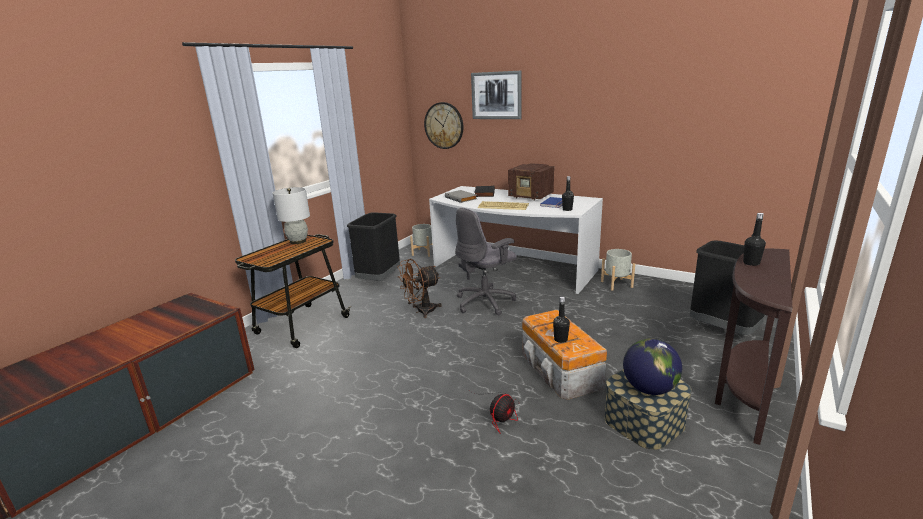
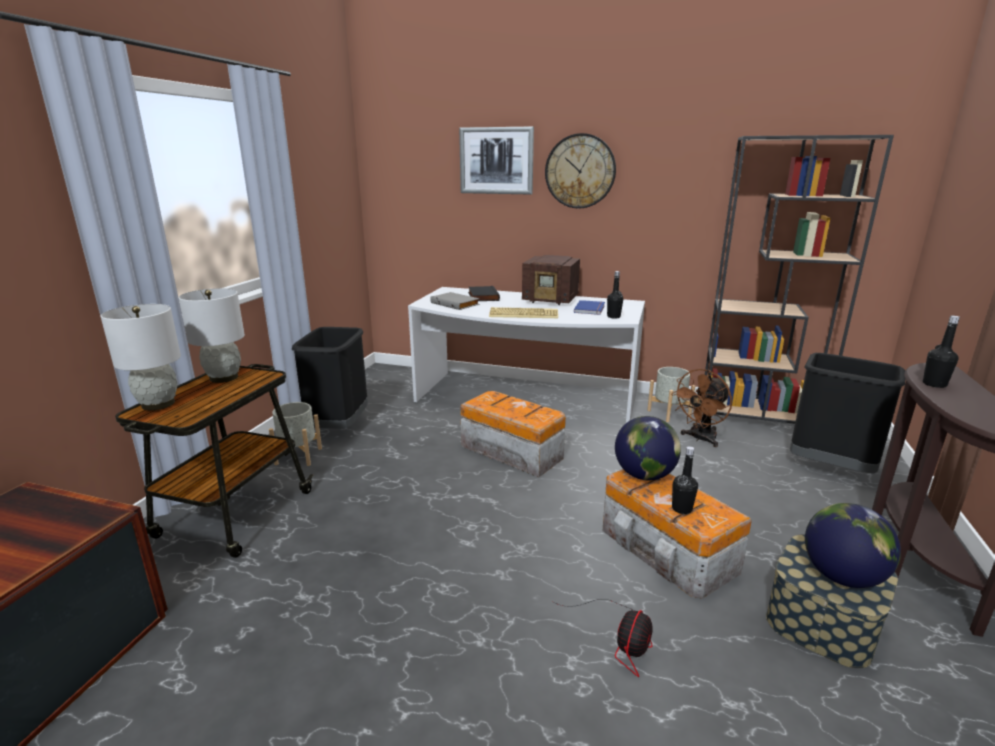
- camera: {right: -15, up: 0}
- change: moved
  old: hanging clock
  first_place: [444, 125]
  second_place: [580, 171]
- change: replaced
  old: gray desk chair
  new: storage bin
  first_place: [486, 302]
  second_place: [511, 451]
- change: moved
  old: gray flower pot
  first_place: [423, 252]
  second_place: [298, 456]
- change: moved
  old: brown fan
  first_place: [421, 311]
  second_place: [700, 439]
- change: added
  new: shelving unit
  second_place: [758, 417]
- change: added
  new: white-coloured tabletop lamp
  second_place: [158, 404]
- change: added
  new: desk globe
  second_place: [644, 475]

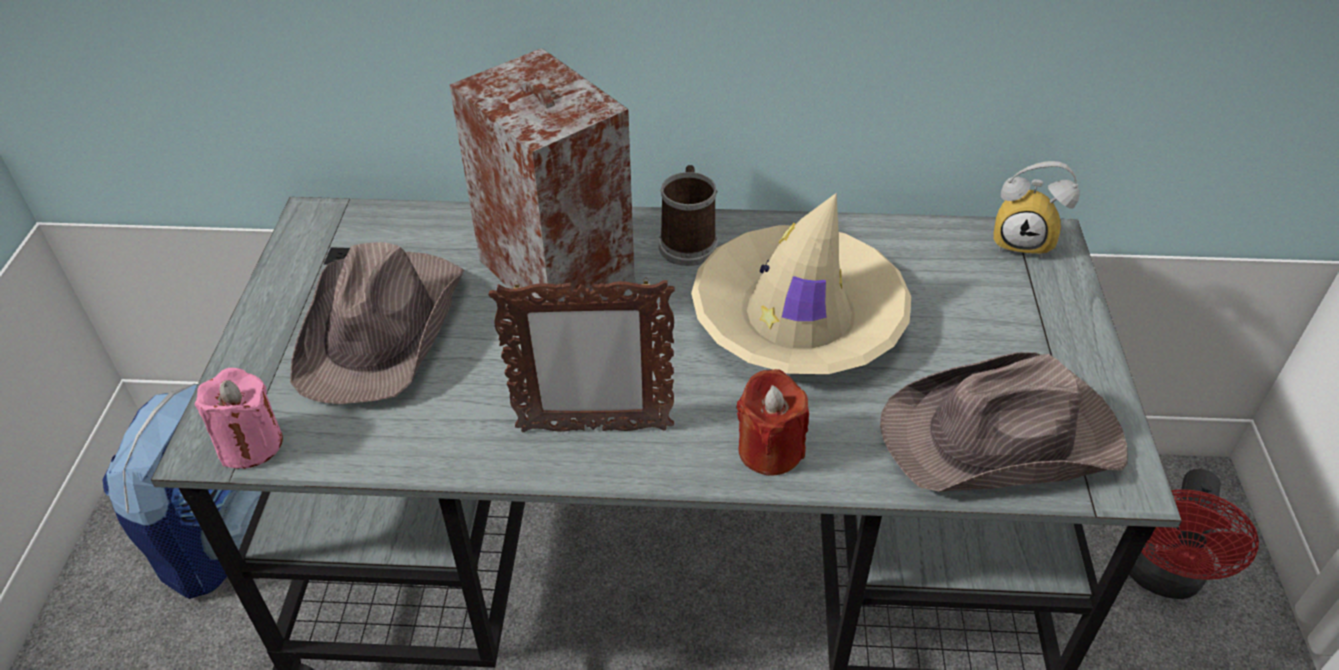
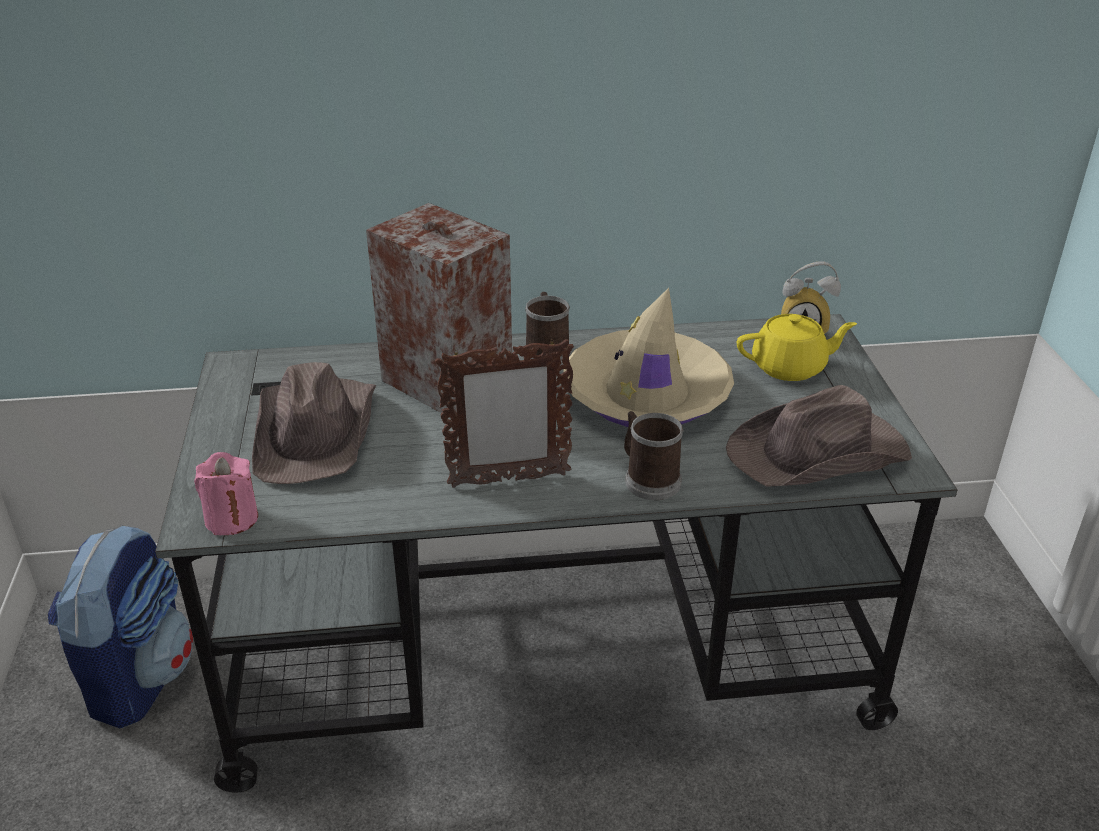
- camera: {right: -10, up: -10}
- change: replaced
  old: reddish wax candle
  new: tea mug
  first_place: [769, 450]
  second_place: [648, 479]
- change: removed
  old: reddish fan
  first_place: [1161, 577]
- change: added
  new: yellow teapot
  second_place: [790, 367]

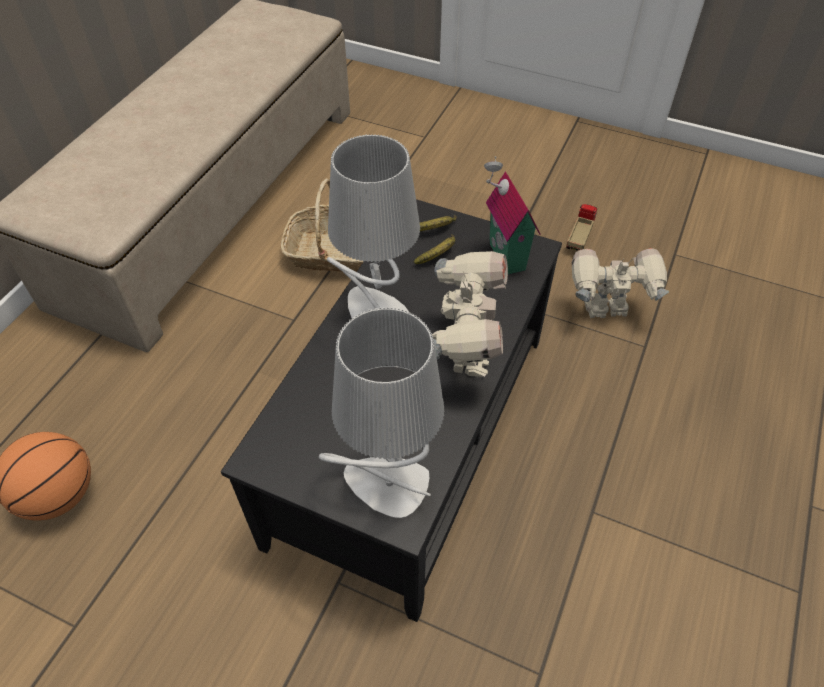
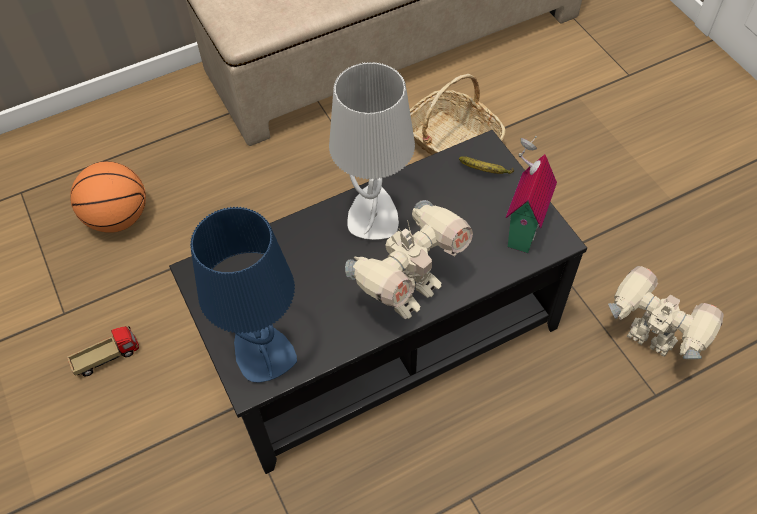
- camera: {right: 40, up: 5}
- change: moved
  old: toy lorry
  first_place: [579, 237]
  second_place: [107, 357]
- change: removed
  old: banana fruit
  first_place: [438, 254]
- change: recoloured
  old: gray tabletop lamp
  new: blue tabletop lamp
  first_place: [386, 485]
  second_place: [261, 351]

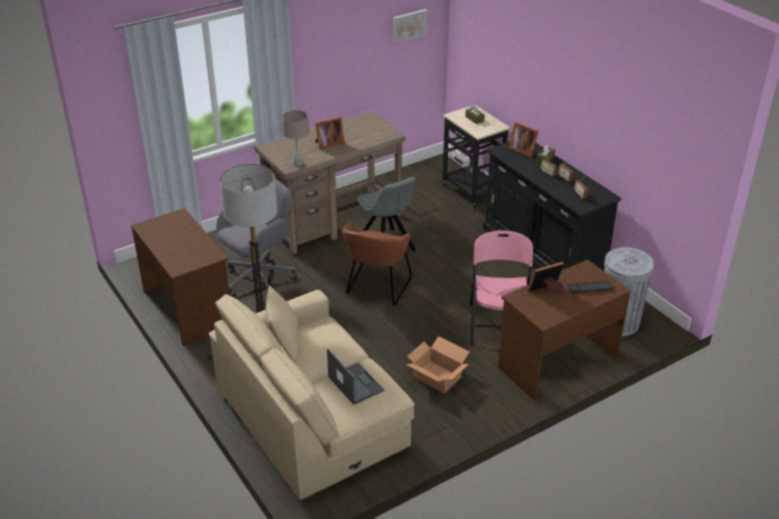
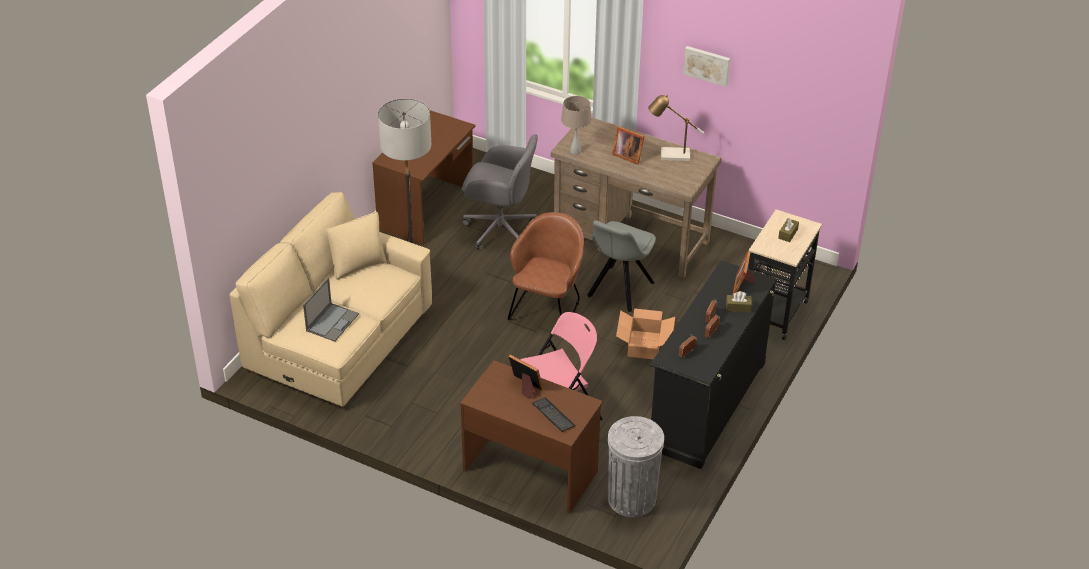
- camera: {right: 60, up: 5}
- change: moved
  old: picture
  first_place: [409, 25]
  second_place: [707, 65]
- change: turned
  old: brown easy chair
  first_place: [376, 288]
  second_place: [547, 308]
  degrees: 120
- change: moved
  old: packing box
  first_place: [437, 377]
  second_place: [643, 345]
- change: added
  new: tabletop lamp
  second_place: [670, 155]

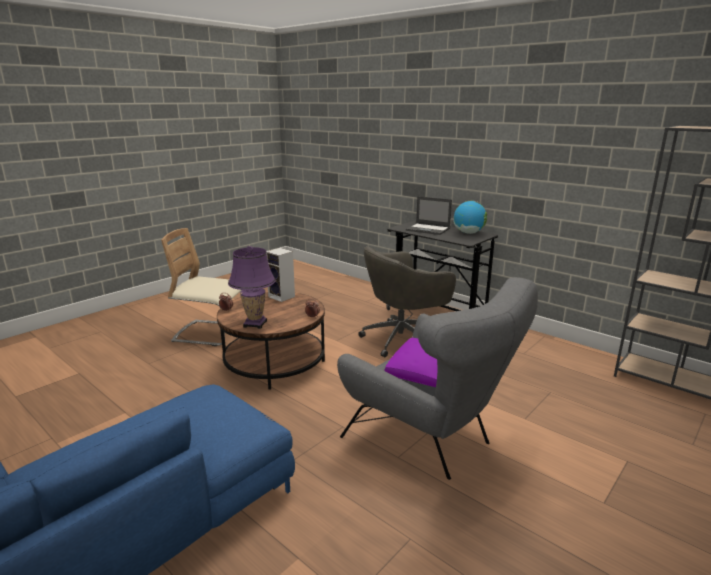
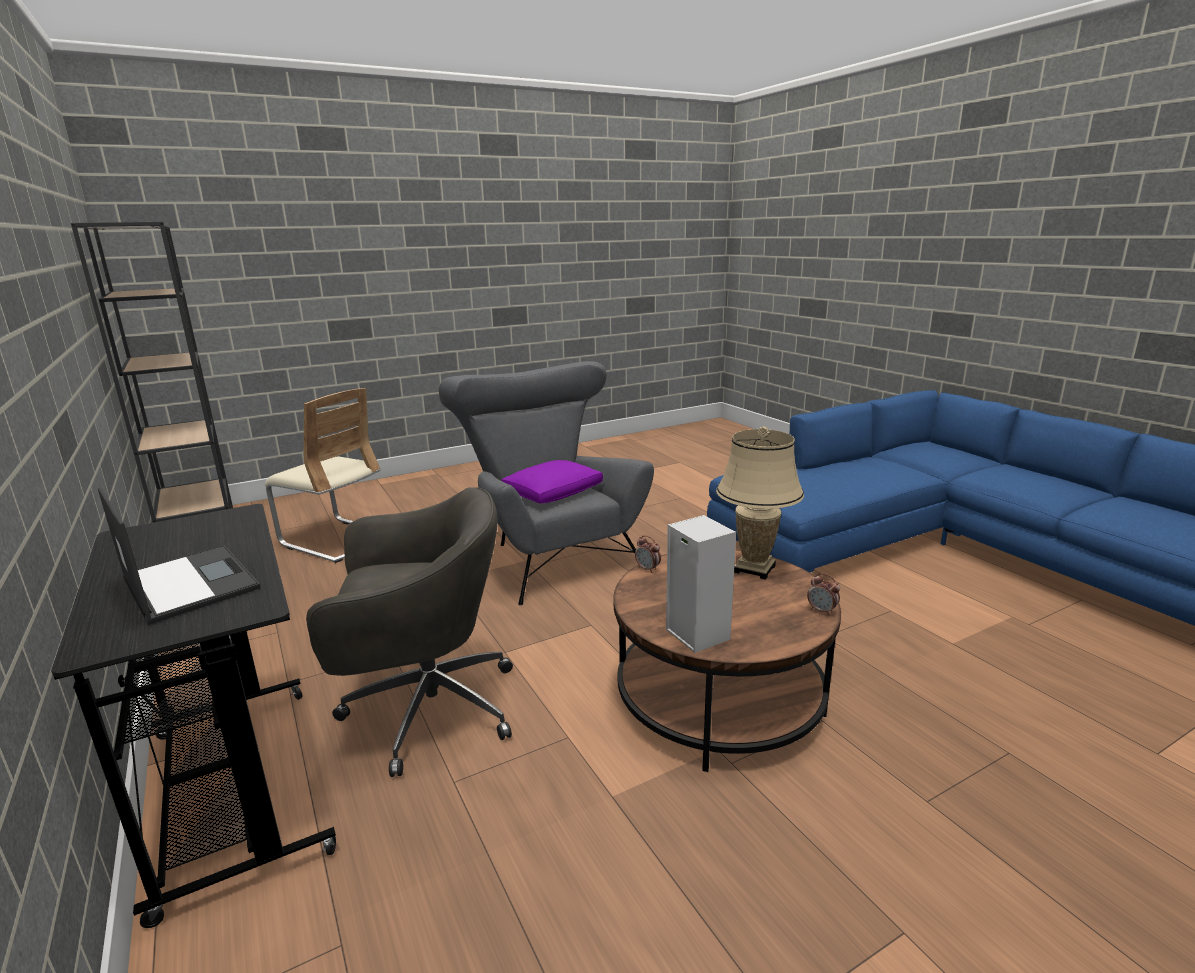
- camera: {right: -160, up: 0}
- change: removed
  old: desk globe
  first_place: [469, 233]
- change: moved
  old: beige plain chair
  first_place: [209, 333]
  second_place: [336, 540]
- change: recoloured
  old: purple-coloured tabletop lamp
  new: beige tabletop lamp
  first_place: [255, 324]
  second_place: [754, 569]

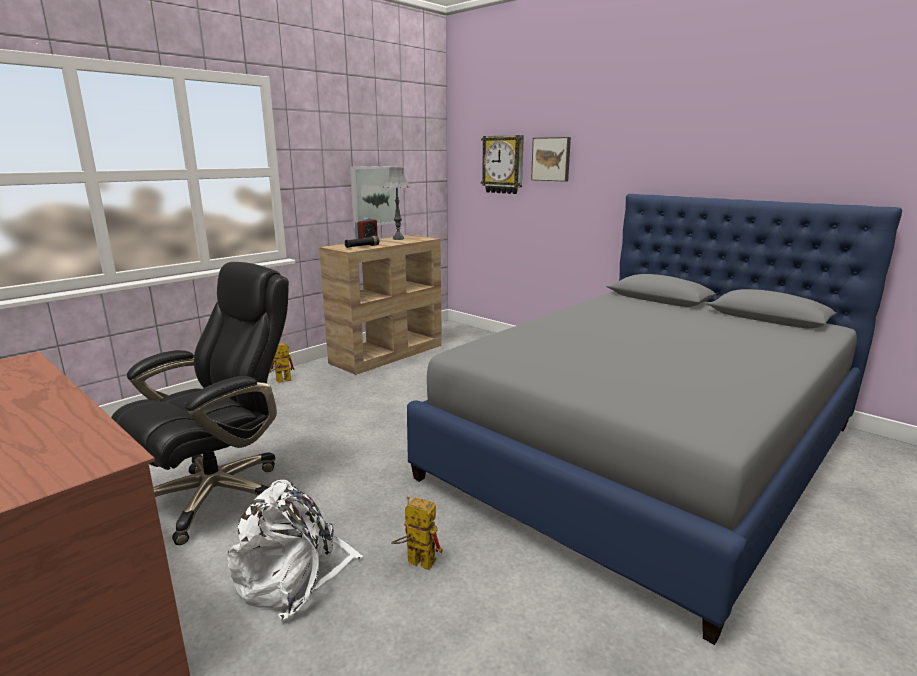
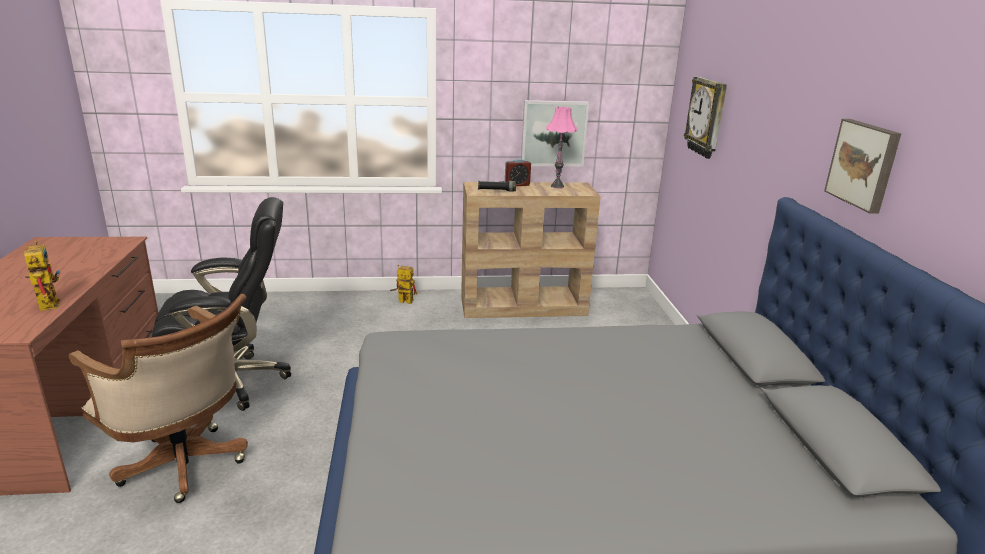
- camera: {right: 40, up: 5}
- change: moved
  old: picture
  first_place: [551, 159]
  second_place: [864, 164]
- change: recoloured
  old: gray tabletop lamp
  new: pink tabletop lamp
  first_place: [398, 239]
  second_place: [557, 187]
- change: replaced
  old: white-coloured backpack
  new: desk chair
  first_place: [294, 576]
  second_place: [187, 466]
- change: moved
  old: model robot
  first_place: [415, 561]
  second_place: [47, 303]

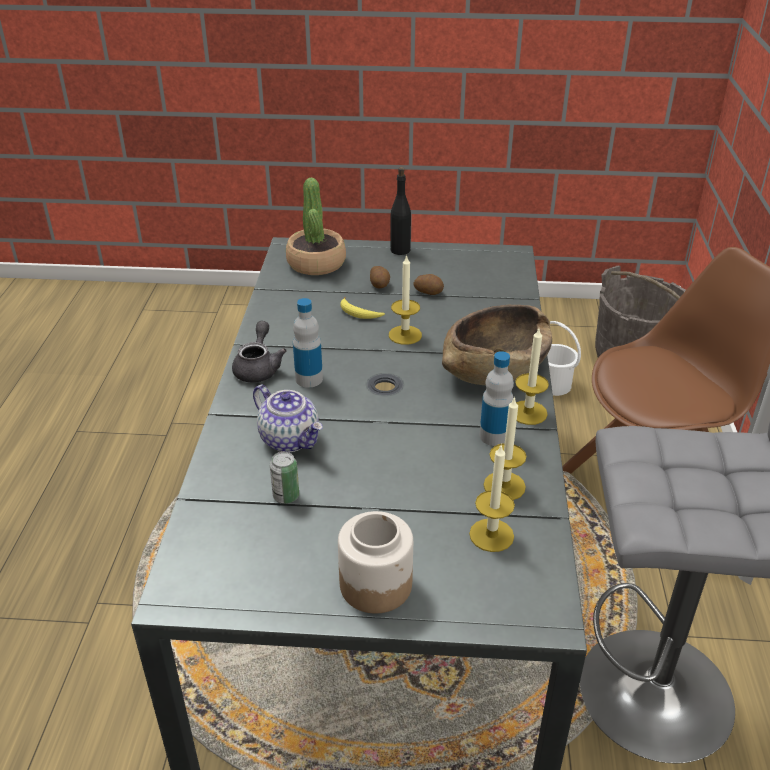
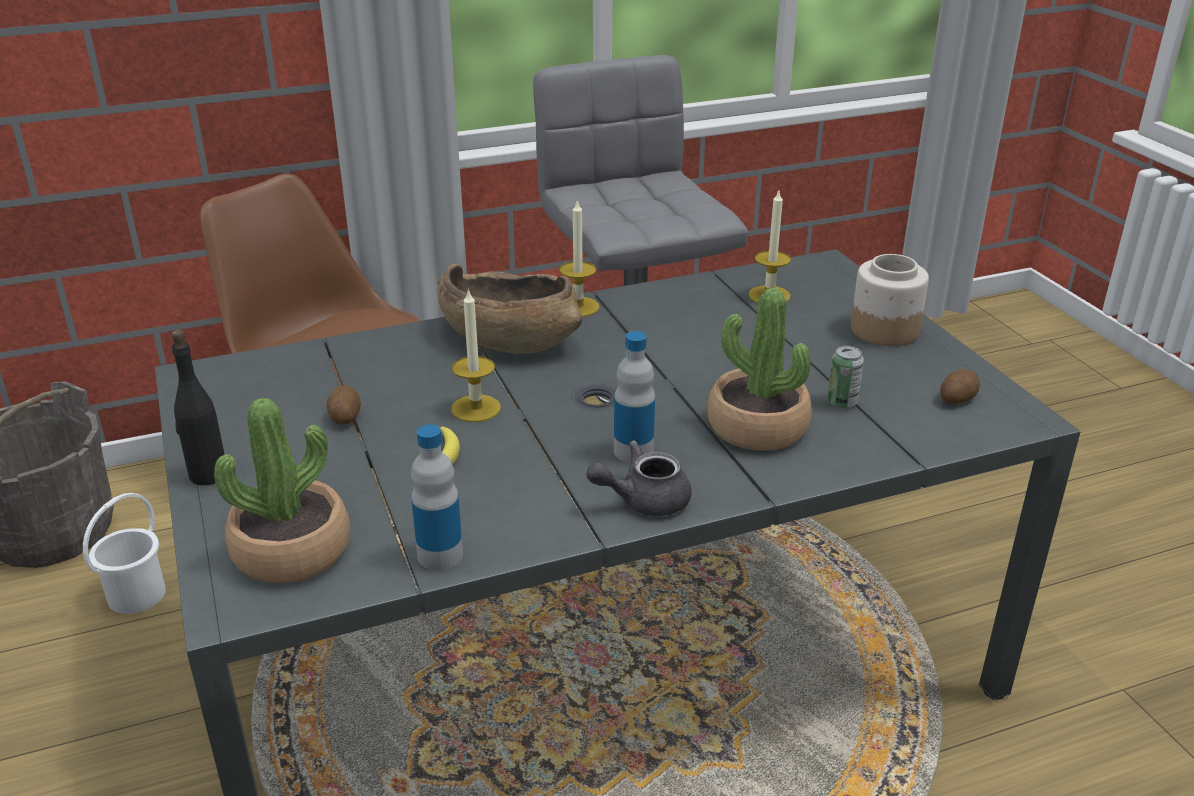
- camera: {right: -115, up: -5}
- change: moved
  old: spud
  first_place: [380, 284]
  second_place: [957, 398]
- change: moved
  old: drink bottle
  first_place: [494, 436]
  second_place: [440, 555]
- change: replaced
  old: teapot
  new: plant in a pot
  first_place: [290, 439]
  second_place: [757, 427]
- change: removed
  old: wax candle
  first_place: [504, 486]

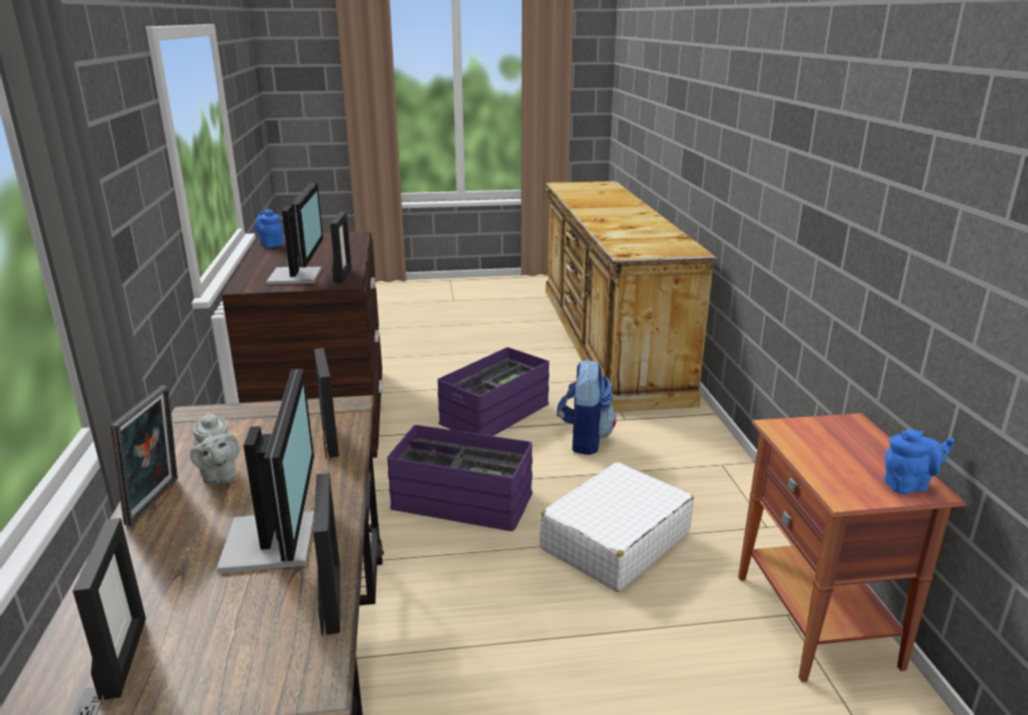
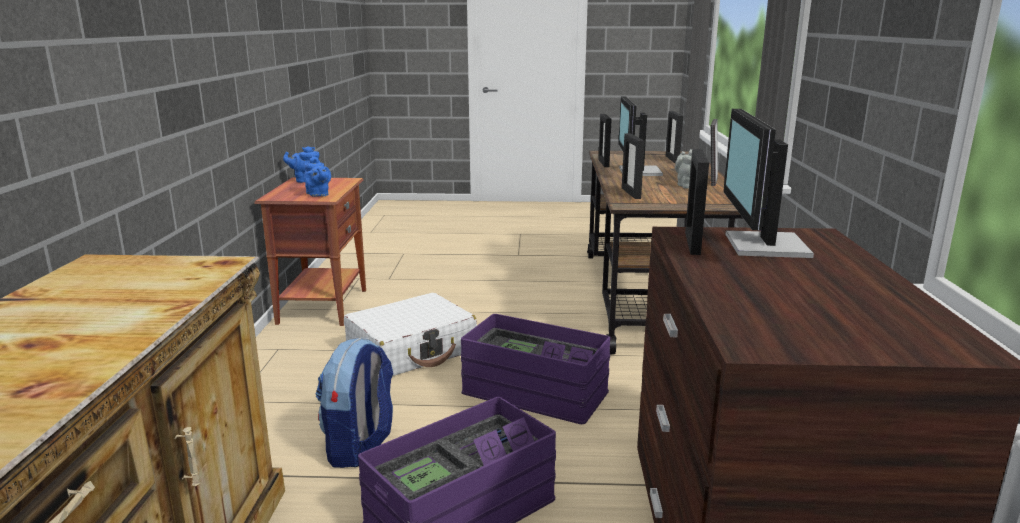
- camera: {right: -170, up: -5}
- change: moved
  old: blue teapot
  first_place: [271, 244]
  second_place: [318, 195]

